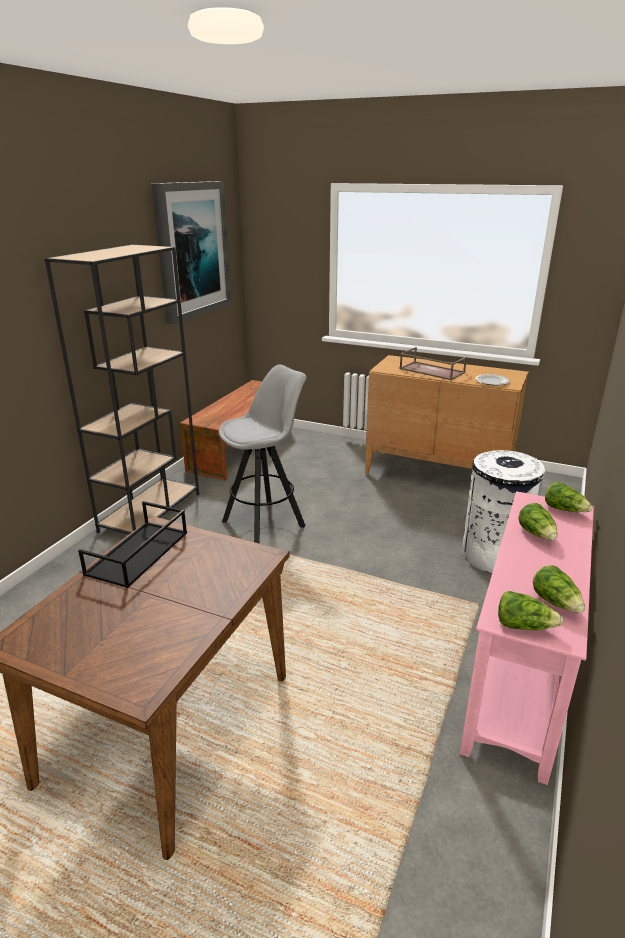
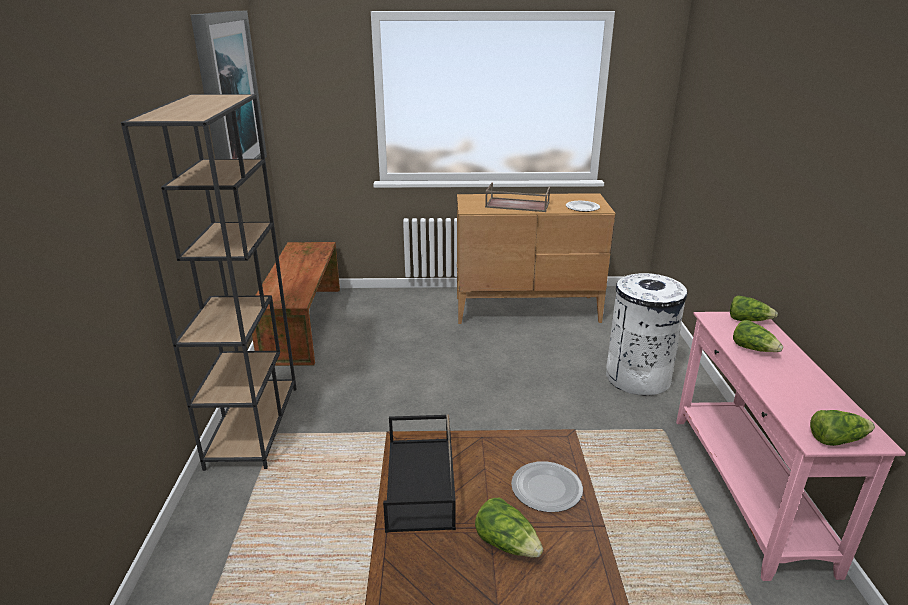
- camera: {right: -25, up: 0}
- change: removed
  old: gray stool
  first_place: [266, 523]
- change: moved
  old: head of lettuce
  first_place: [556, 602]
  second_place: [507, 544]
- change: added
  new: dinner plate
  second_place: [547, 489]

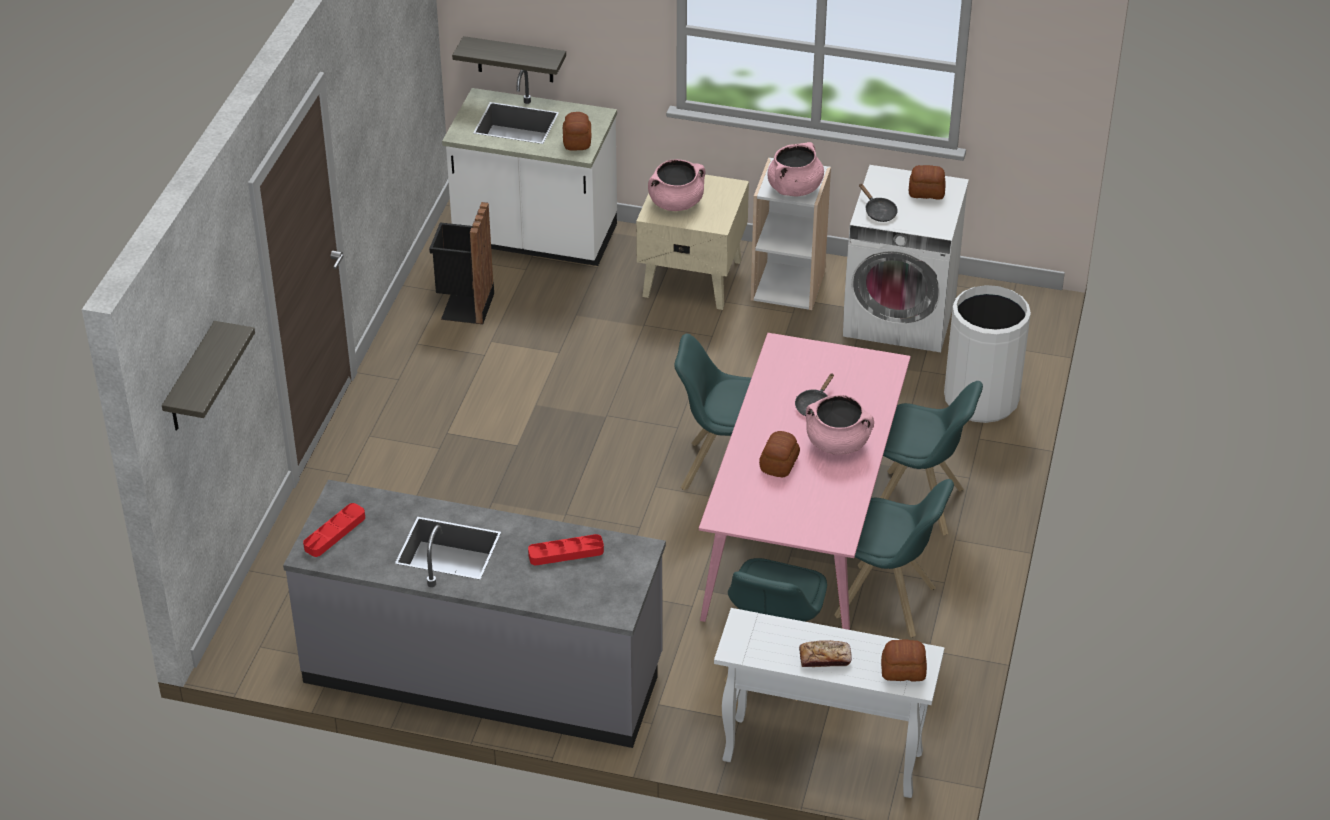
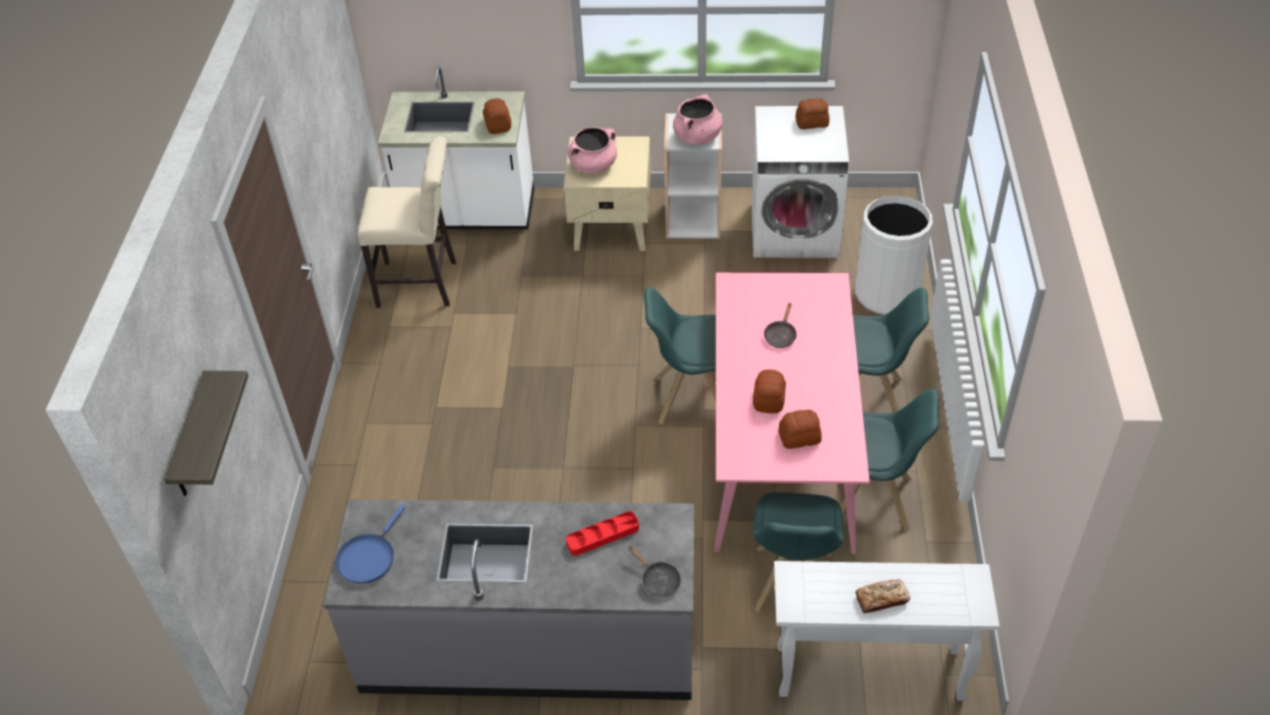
- camera: {right: -10, up: 5}
- change: removed
  old: bracket shelf
  first_place: [515, 59]
- change: moved
  old: black-coloured skillet
  first_place: [878, 212]
  second_place: [657, 580]
- change: replaced
  old: black-coloured waste bin
  new: beige stool
  first_place: [464, 306]
  second_place: [422, 285]
- change: removed
  old: pink stockpot
  first_place: [838, 443]
- change: replaced
  old: reddish tray
  new: blue skillet
  first_place: [335, 533]
  second_place: [368, 558]
- change: moved
  old: baked bread
  first_place: [902, 670]
  second_place: [798, 437]

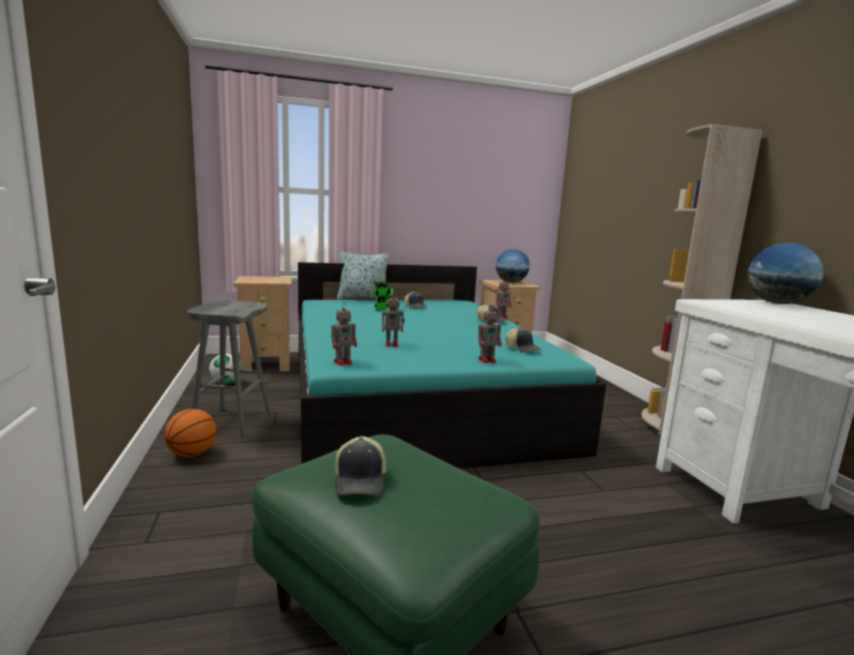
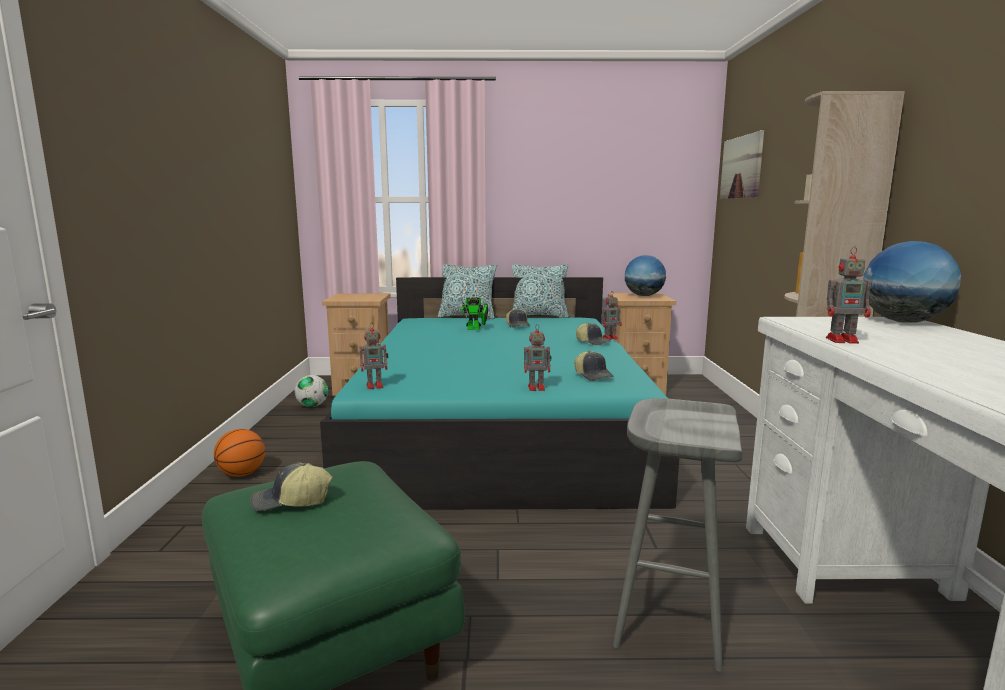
- camera: {right: 15, up: 0}
- change: moved
  old: model robot
  first_place: [392, 344]
  second_place: [843, 340]
- change: moved
  old: gray stool
  first_place: [231, 422]
  second_place: [667, 617]
- change: turned
  old: peaked cap
  first_place: [361, 480]
  second_place: [291, 502]
  degrees: 75
- change: added
  new: picture
  second_place: [741, 167]
- change: added
  new: pillow
  second_place: [539, 316]

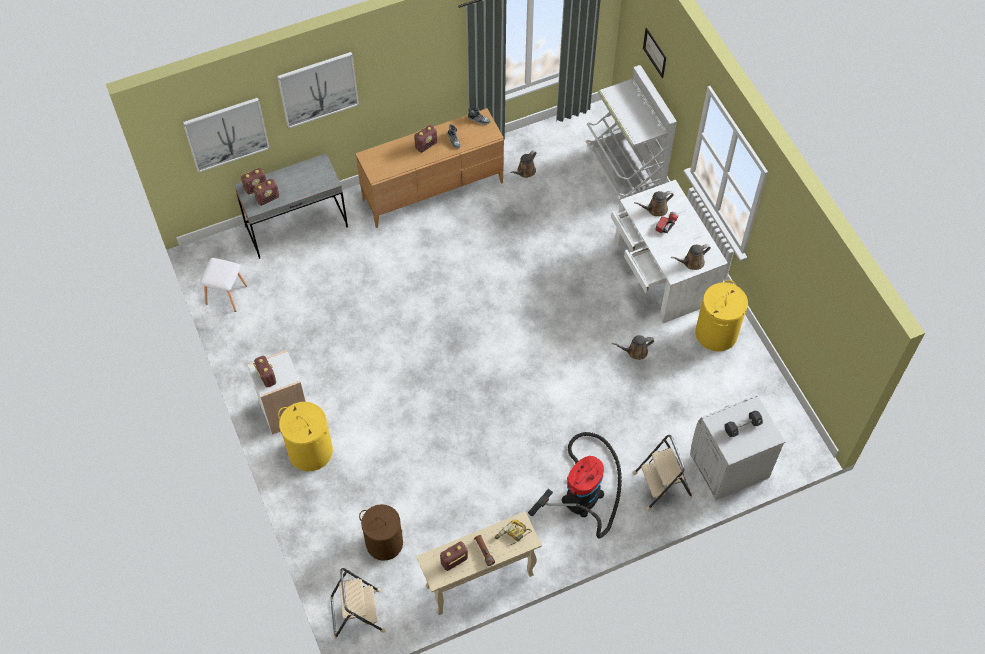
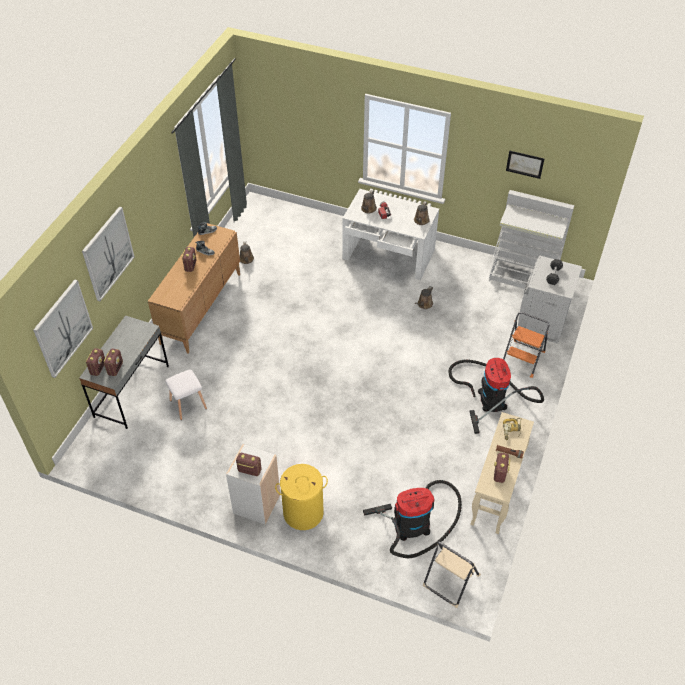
- camera: {right: -45, up: -10}
- change: moved
  old: picture
  first_place: [655, 52]
  second_place: [525, 164]
- change: moved
  old: white-coloured shoe stand
  first_place: [623, 171]
  second_place: [521, 279]
- change: moved
  old: white-coloured stool
  first_place: [225, 294]
  second_place: [187, 405]
- change: removed
  old: yellow laundry basket
  first_place: [716, 333]
- change: recoloured
  old: beige step ladder
  new: orangey step ladder
  first_place: [664, 484]
  second_place: [524, 357]
- change: replaced
  old: brown laundry basket
  new: vacuum
  first_place: [384, 543]
  second_place: [415, 524]

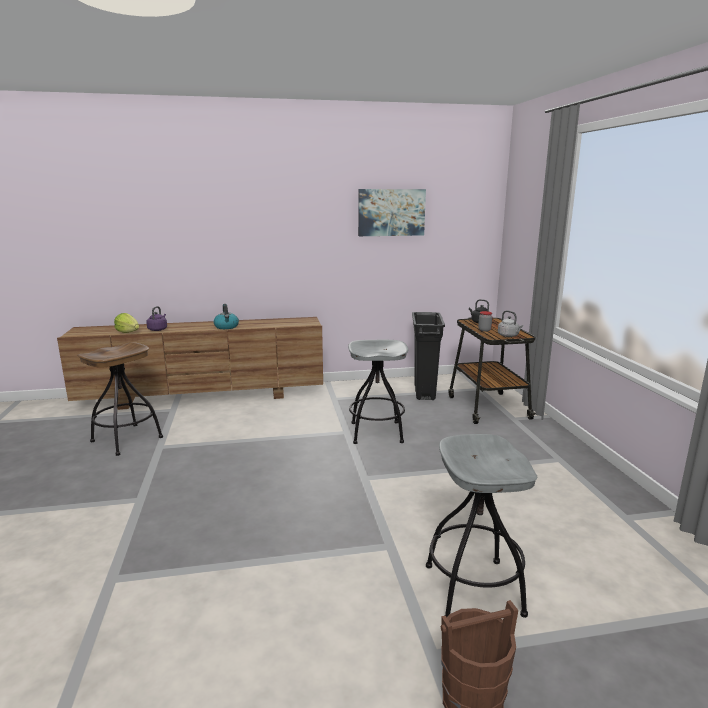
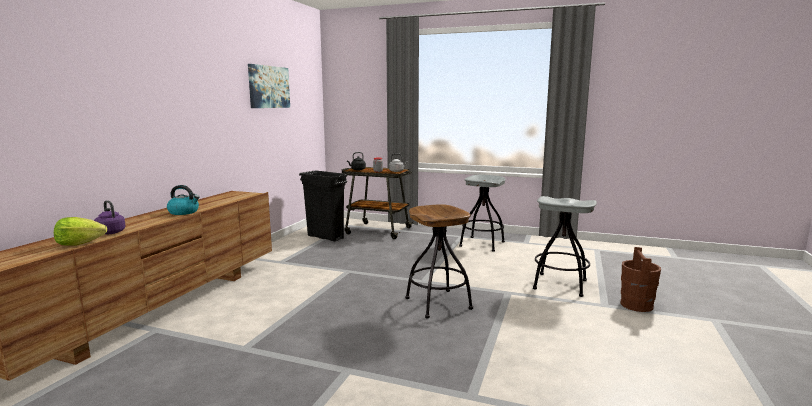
- camera: {right: -60, up: -5}
- change: moved
  old: gray stool
  first_place: [377, 432]
  second_place: [482, 244]
- change: moved
  old: brown stool
  first_place: [126, 439]
  second_place: [438, 303]

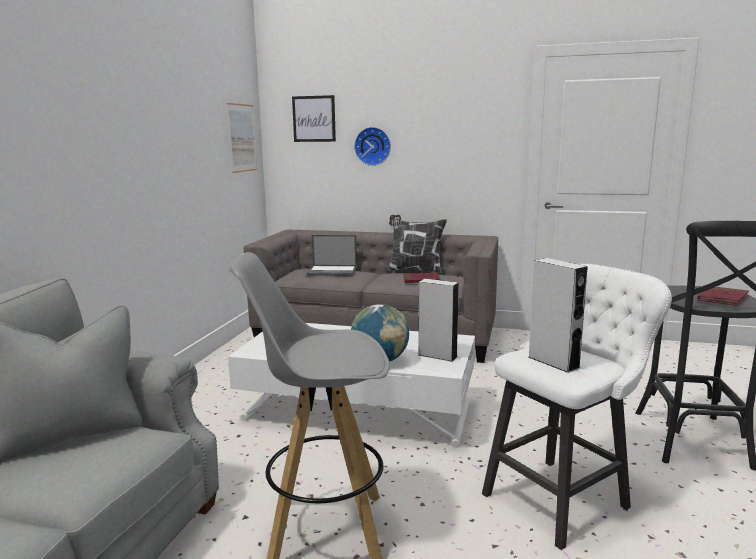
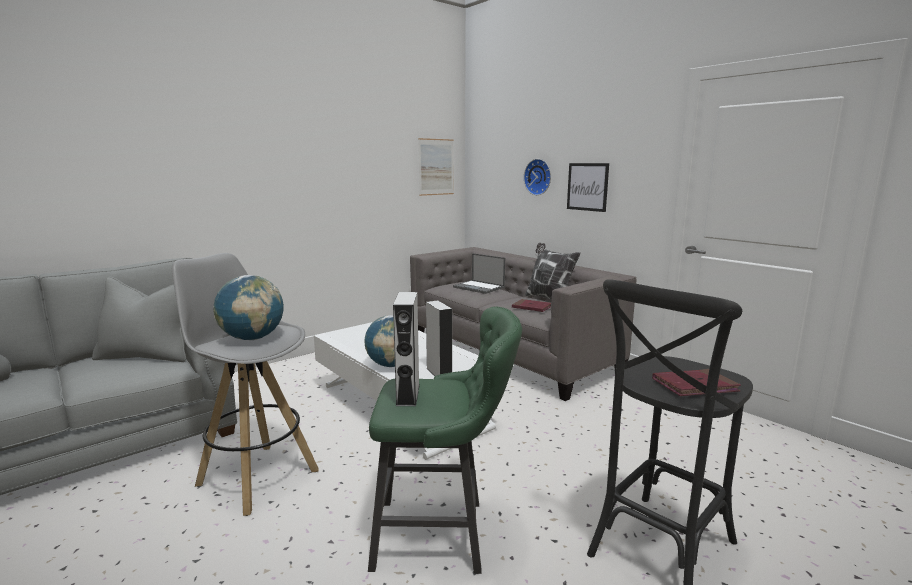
- camera: {right: 35, up: 0}
- change: moved
  old: picture
  first_place: [314, 119]
  second_place: [587, 187]
- change: recoloured
  old: white-coloured stool
  new: greenish stool
  first_place: [566, 494]
  second_place: [445, 534]
- change: added
  new: desk globe
  second_place: [252, 338]

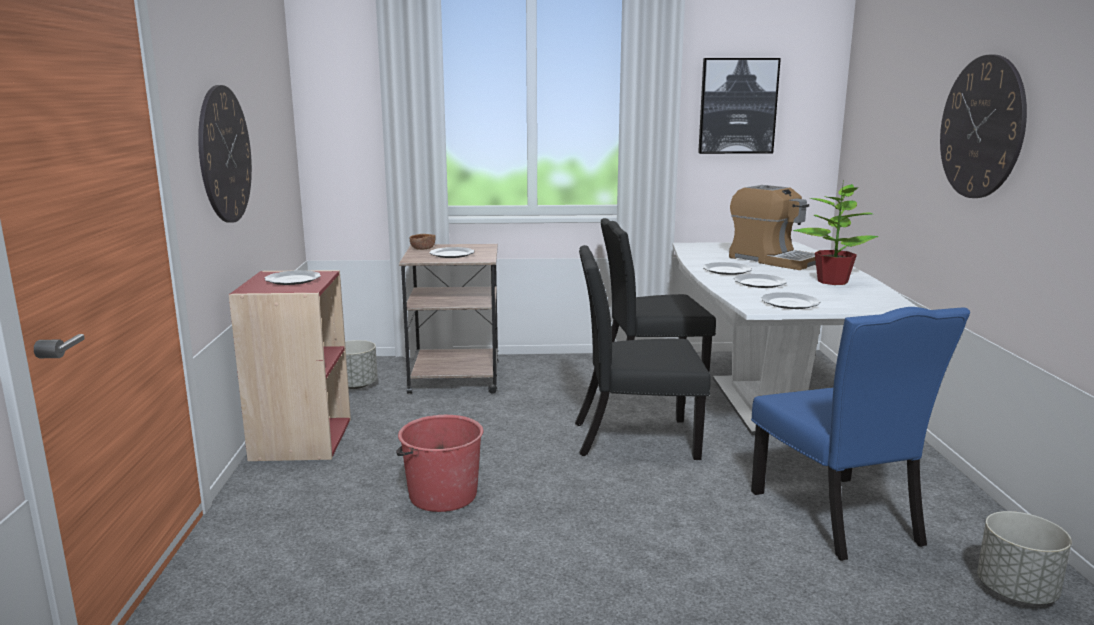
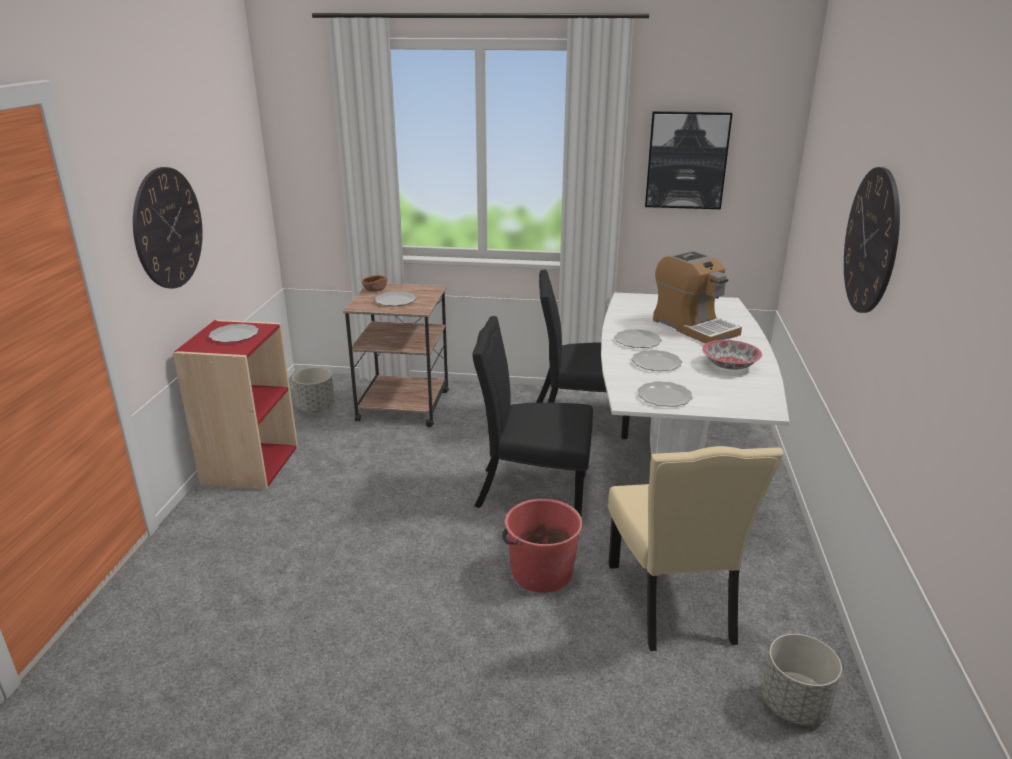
- camera: {right: 10, up: 10}
- change: replaced
  old: plant in a pot
  new: bowl
  first_place: [832, 281]
  second_place: [730, 365]
- change: recoloured
  old: blue plain chair
  new: beige plain chair
  first_place: [836, 514]
  second_place: [672, 599]
- change: moved
  old: reddish bucket
  first_place: [442, 495]
  second_place: [541, 572]

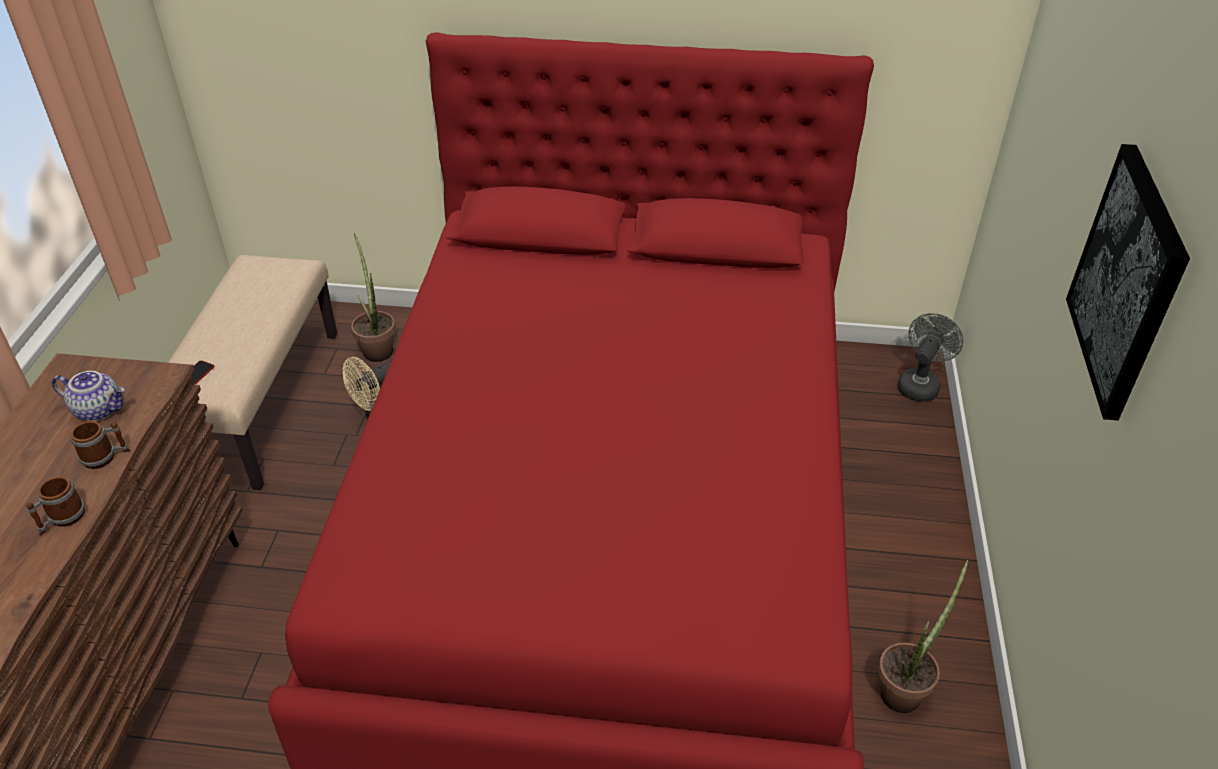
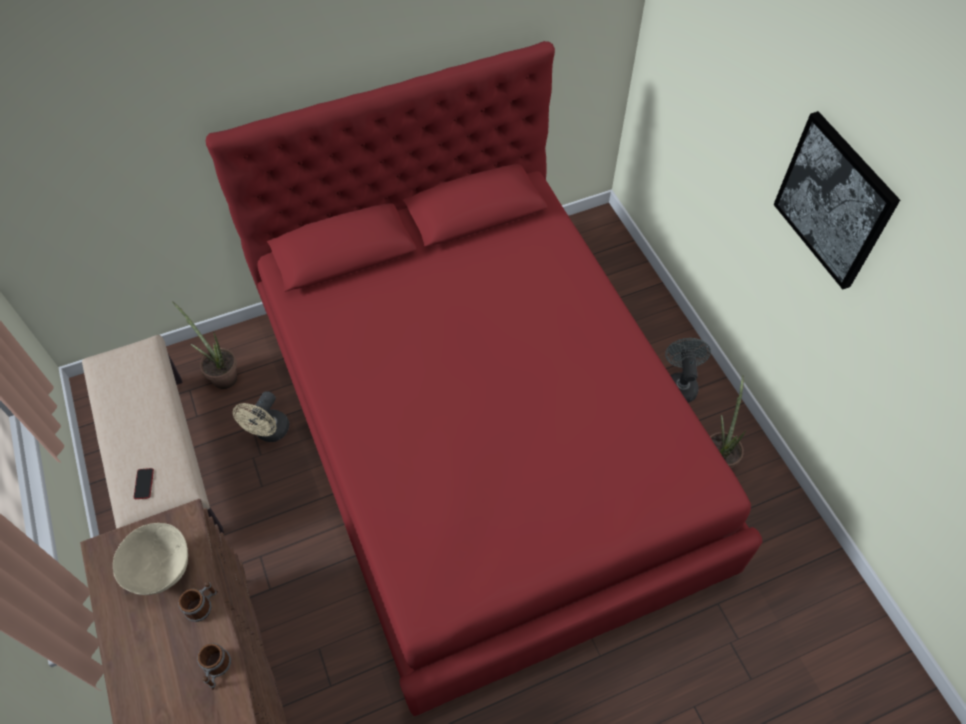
- camera: {right: -30, up: 15}
- change: moved
  old: gray fan
  first_place: [920, 384]
  second_place: [680, 384]
- change: replaced
  old: teapot
  new: beige bowl
  first_place: [99, 409]
  second_place: [162, 571]

